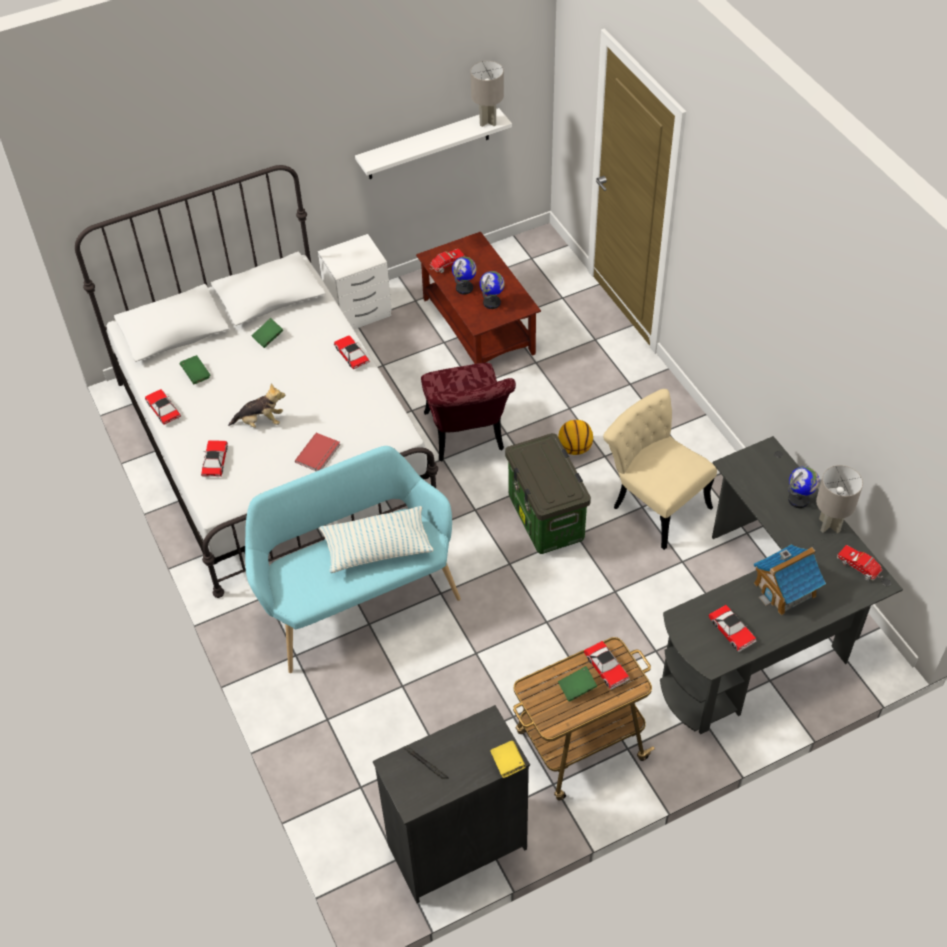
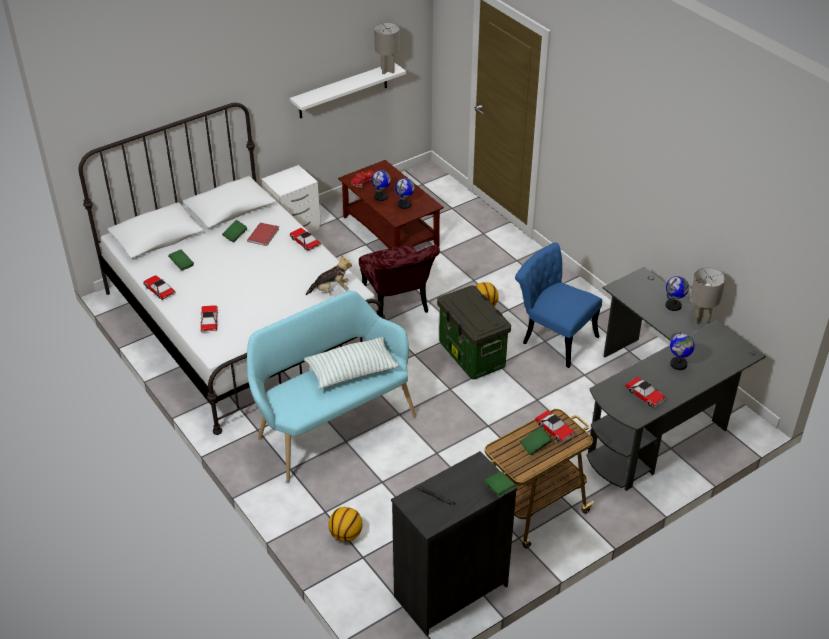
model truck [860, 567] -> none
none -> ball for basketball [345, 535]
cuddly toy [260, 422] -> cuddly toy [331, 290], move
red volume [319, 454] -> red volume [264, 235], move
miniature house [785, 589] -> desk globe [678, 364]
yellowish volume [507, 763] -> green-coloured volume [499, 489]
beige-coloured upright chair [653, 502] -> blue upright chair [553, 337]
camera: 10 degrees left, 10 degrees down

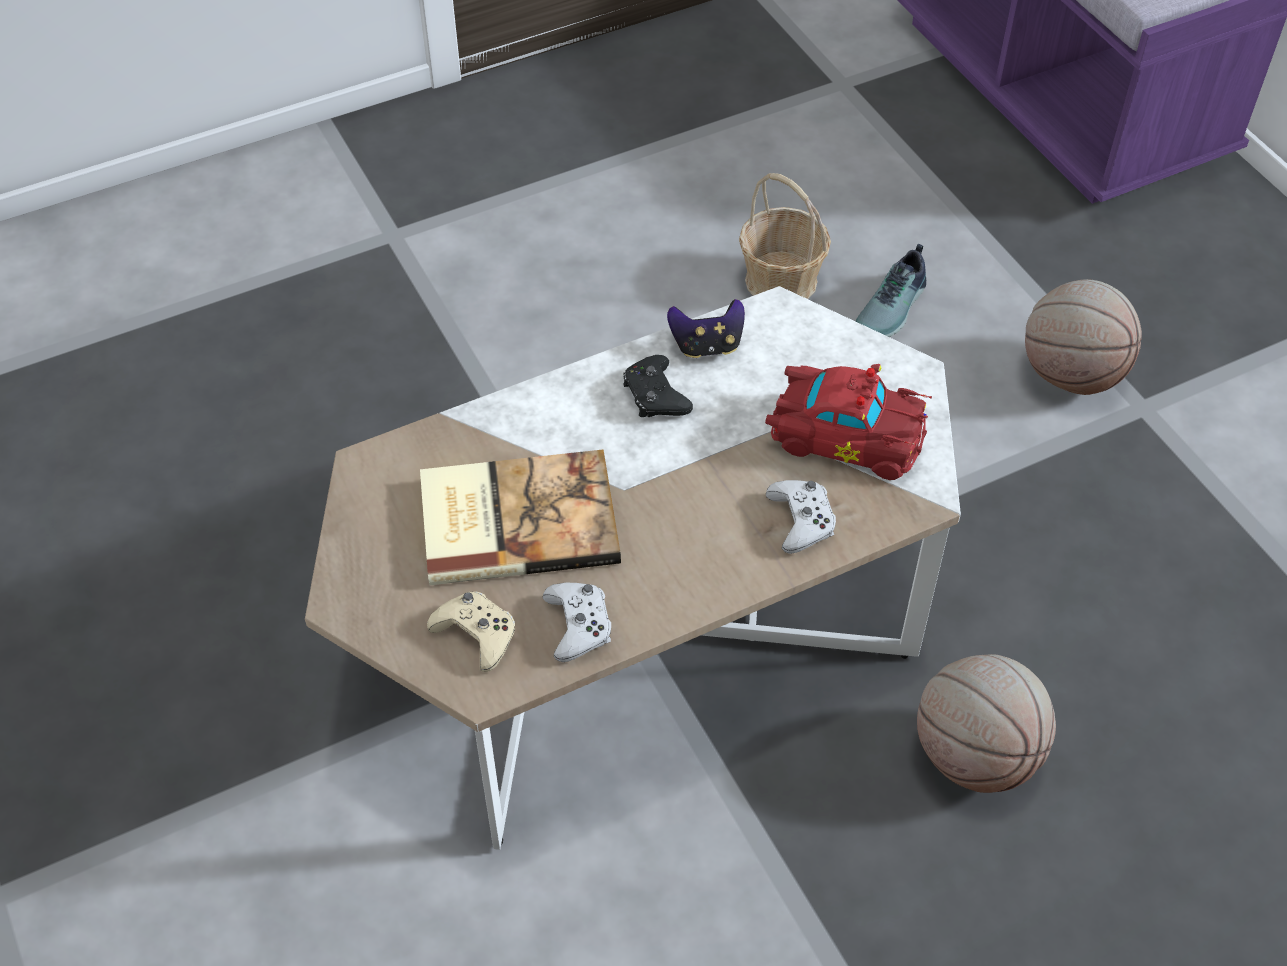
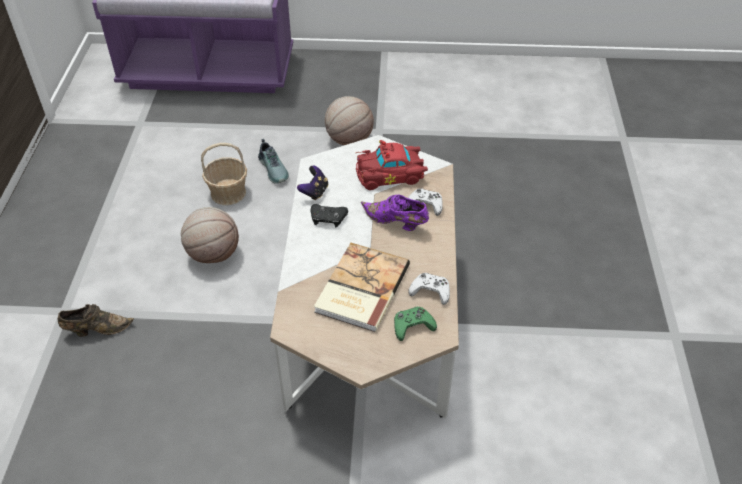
none -> brownish low shoe [96, 329]
none -> purple-coloured low shoe [396, 223]
ball for basketball [975, 755] -> ball for basketball [213, 254], move
beige-coloured game controller [476, 634] -> green-coloured game controller [412, 326]
red miniature car [843, 433] -> red miniature car [391, 175], 150 degrees counterclockwise
camera: 60 degrees left, 5 degrees down

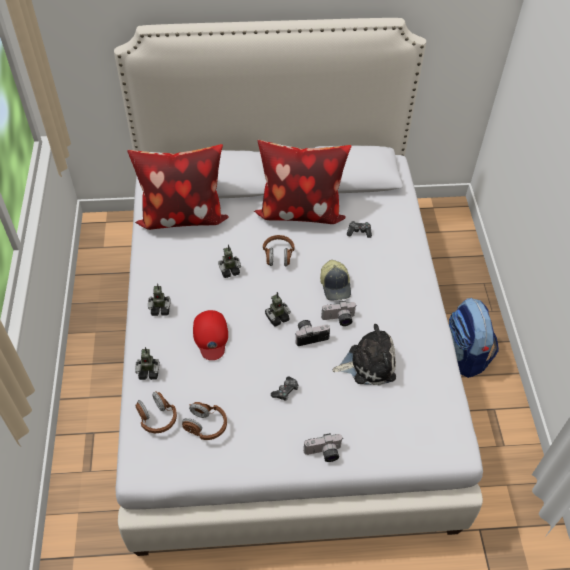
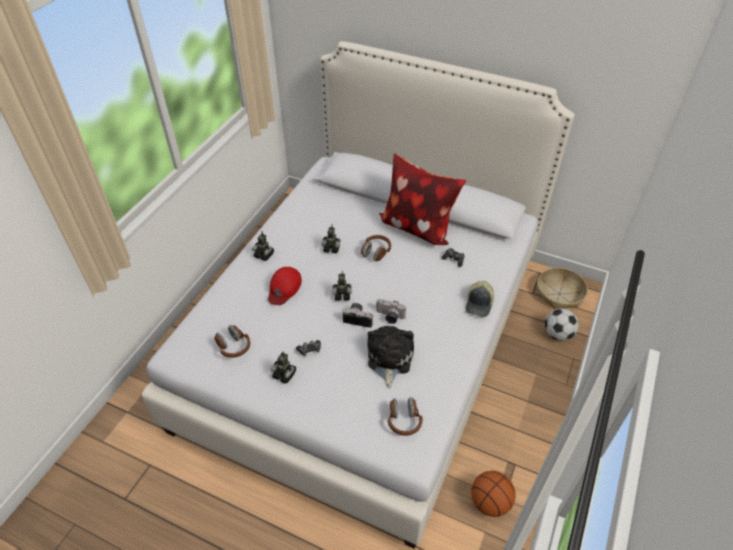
pillow [182, 215] -> none
still camera [323, 453] -> none
knapsack [464, 355] -> none
none -> ball for basketball [490, 502]
none -> basket [559, 294]
none -> football [558, 334]
model robot [149, 371] -> model robot [284, 374], move
brownish headset [157, 418] -> brownish headset [404, 421], move
baseball cap [336, 285] -> baseball cap [479, 303], move
cuddly toy [368, 363] -> cuddly toy [389, 359], 105 degrees counterclockwise
camera: 30 degrees right, 5 degrees down

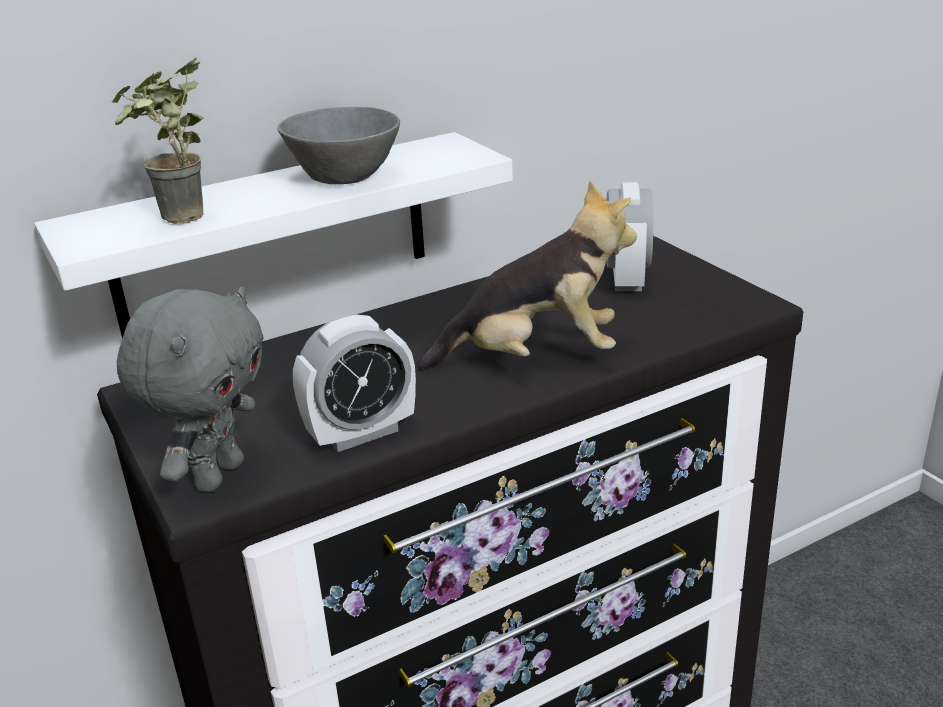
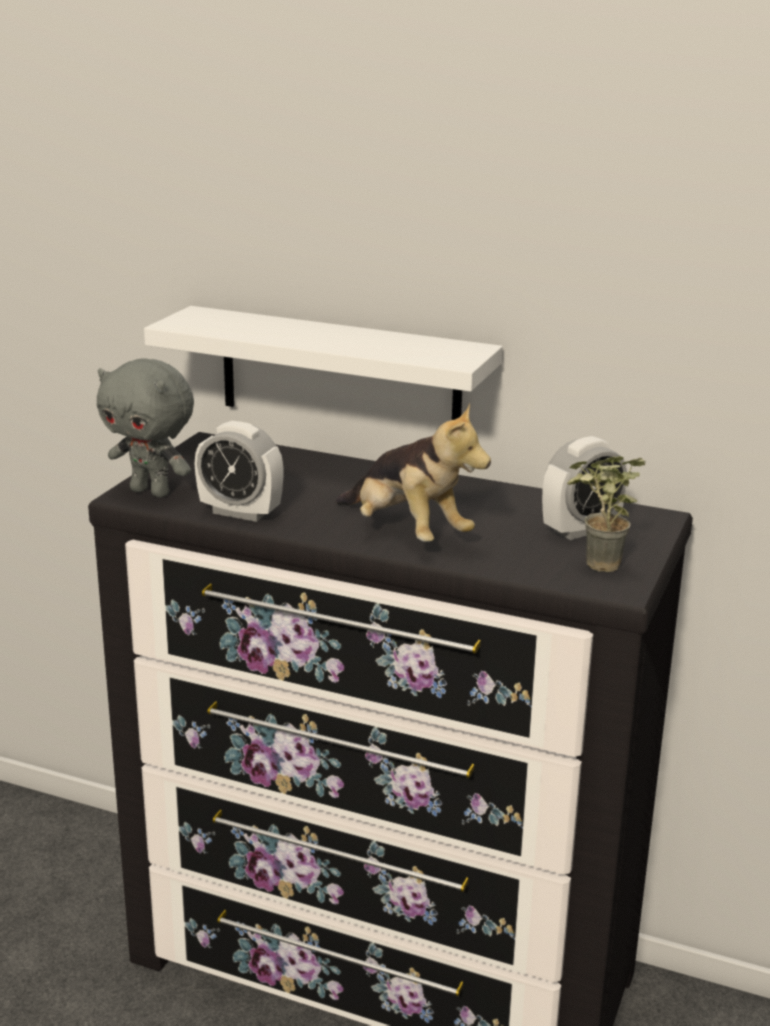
greyish bowl [346, 178] -> none
houseplant [179, 222] -> houseplant [595, 568], move
greyish cuddly toy [217, 475] -> greyish cuddly toy [152, 492], 45 degrees clockwise
camera: 50 degrees right, 5 degrees down

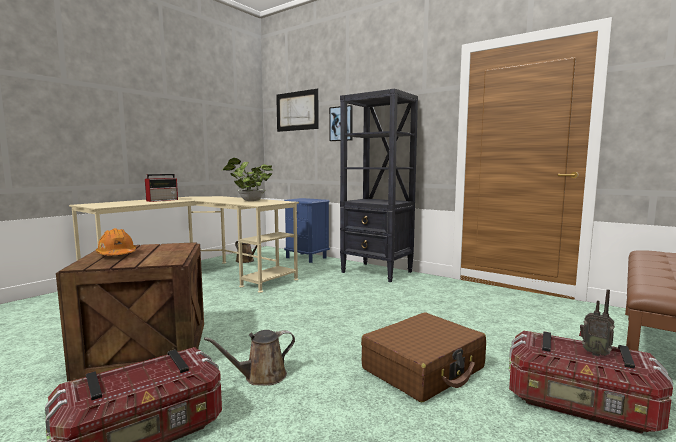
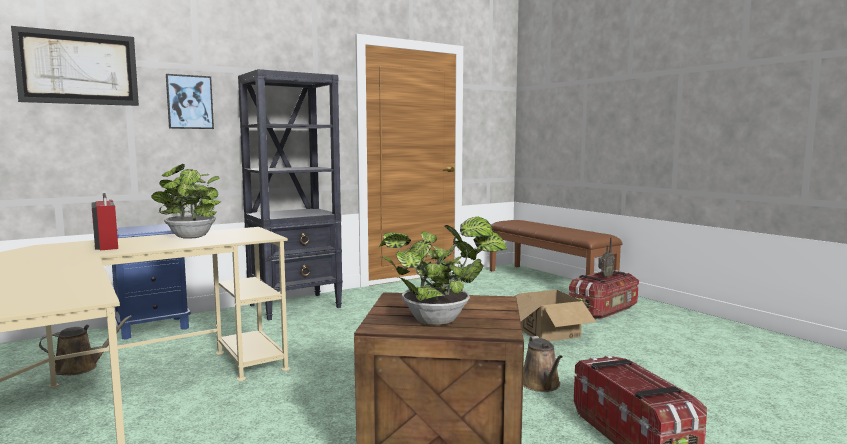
radio [163, 200] -> radio [107, 245], move
orangey safety helmet [117, 255] -> houseplant [441, 321]
brownish travel case [424, 368] -> carton [548, 332]
camera: 70 degrees left, 0 degrees up

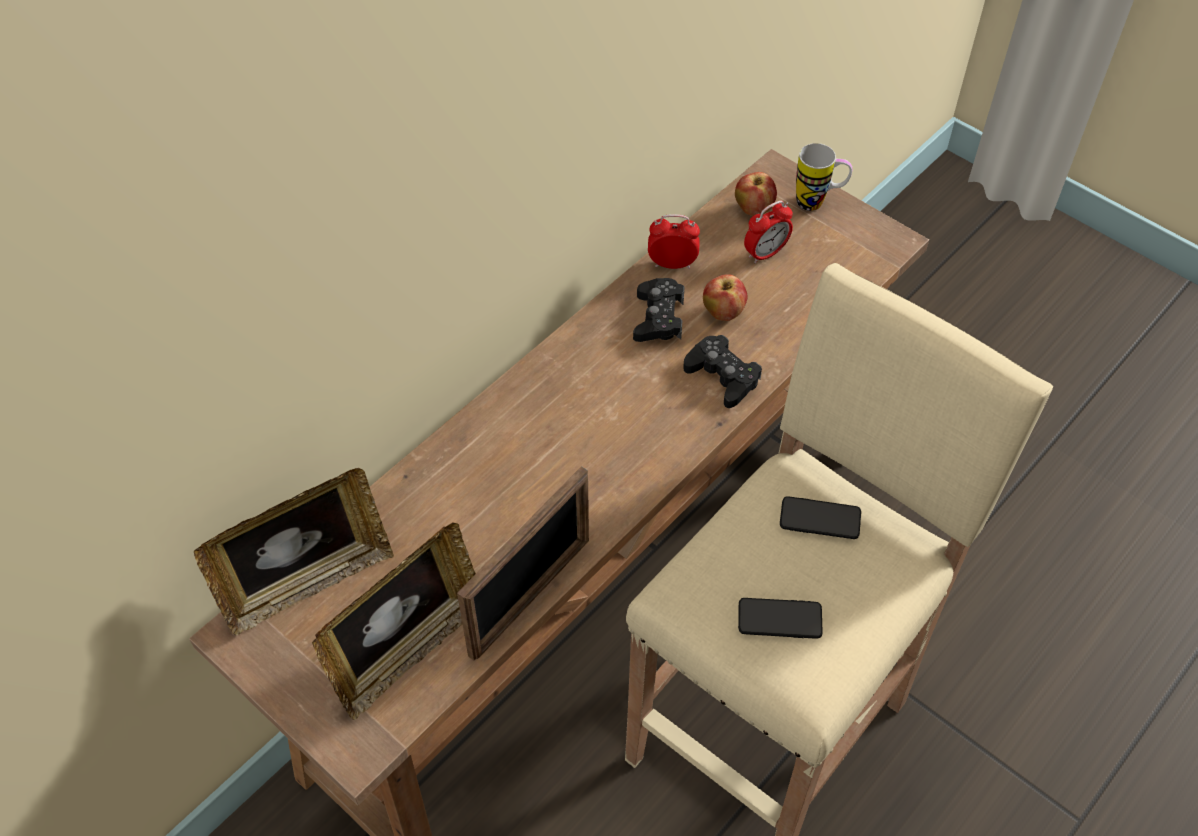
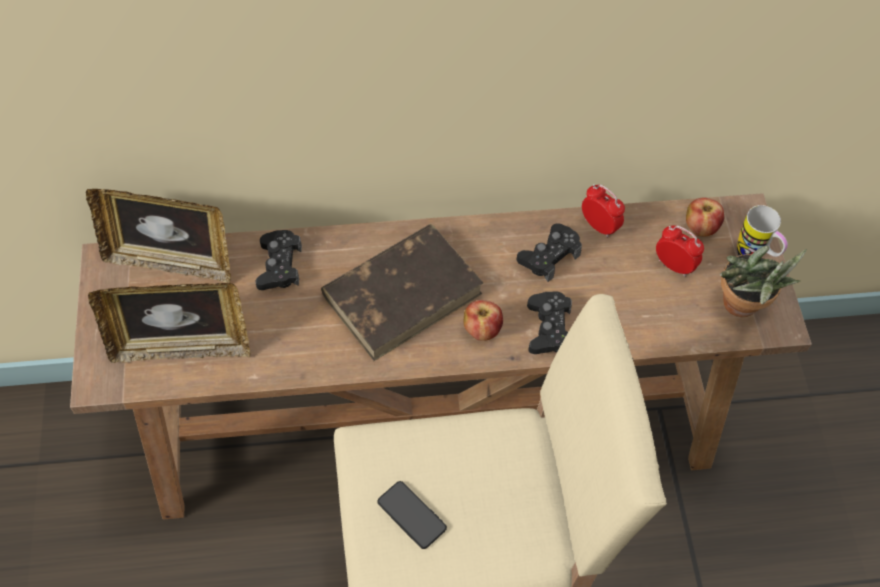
picture frame [531, 596] -> none
telephone [820, 519] -> none
none -> black-coloured game controller [279, 265]
none -> brownish volume [403, 293]
none -> houseplant [742, 308]
apple [723, 312] -> apple [482, 330], move
bedside clock [765, 253] -> bedside clock [673, 265], 150 degrees counterclockwise
camera: 40 degrees right, 5 degrees up

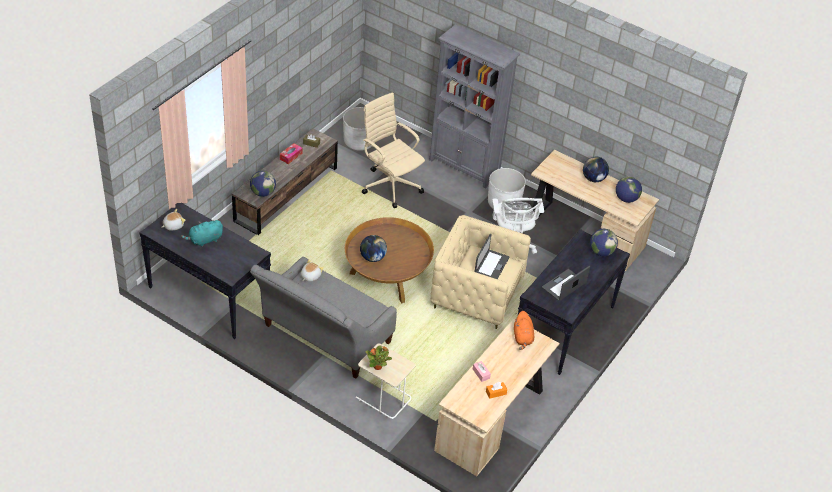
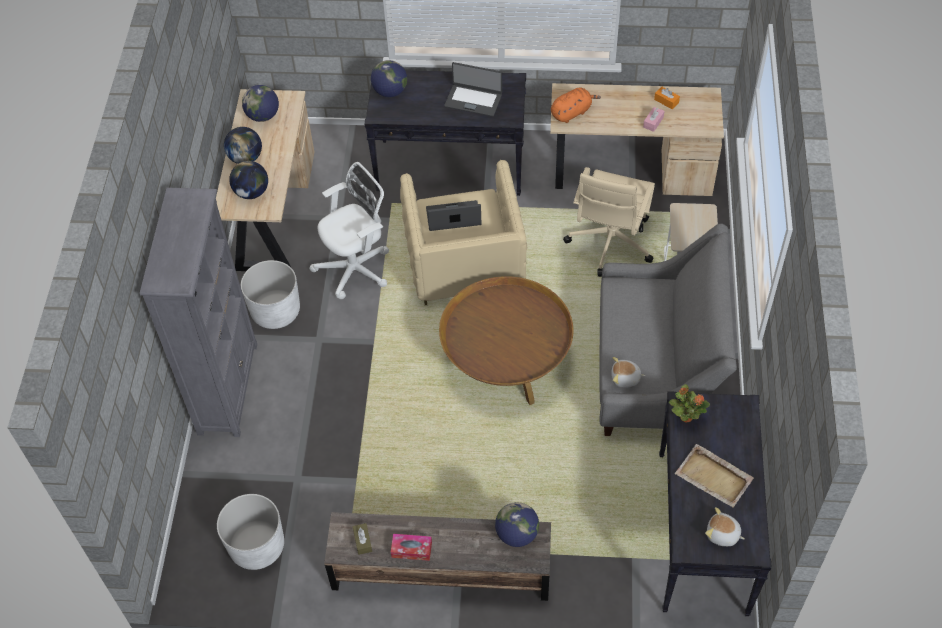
desk globe [372, 258] -> desk globe [252, 192], move
beige-coloured office chair [390, 185] -> beige-coloured office chair [609, 244], move
houseplant [378, 366] -> houseplant [686, 416], move
turquoise-coloured cuddly toy [204, 240] -> beige-coloured serving tray [714, 477]
camera: 115 degrees left, 10 degrees up

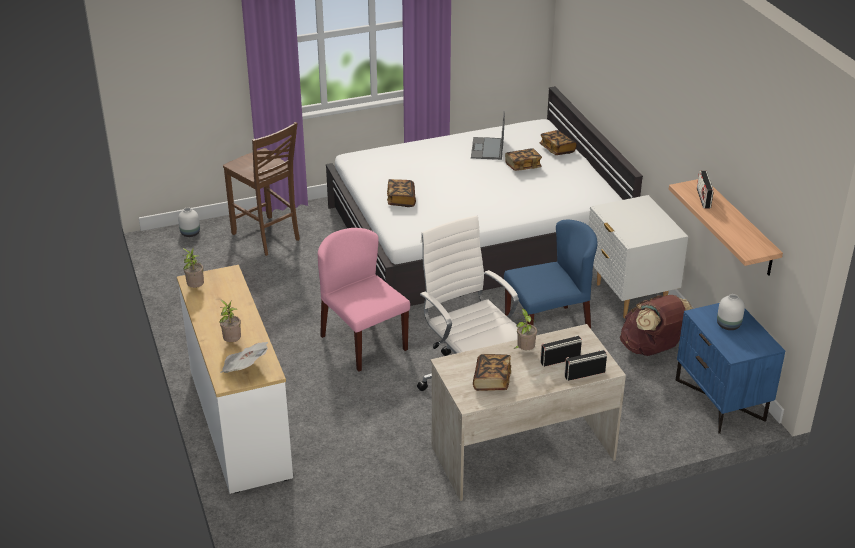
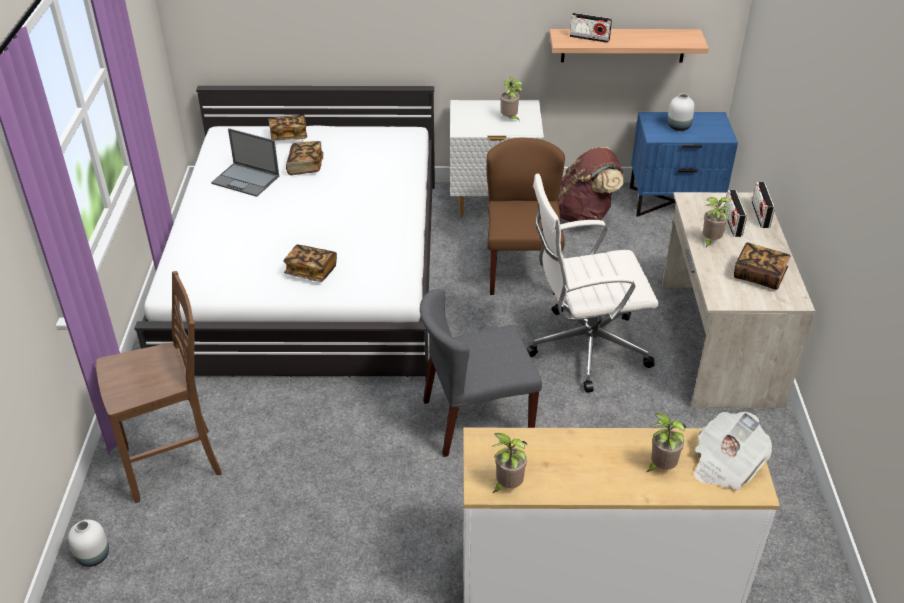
none -> houseplant [510, 119]
pink-coloured upright chair [363, 342] -> greyish upright chair [476, 419]
blue upright chair [548, 329] -> brownish upright chair [521, 269]
camera: 70 degrees left, 5 degrees up

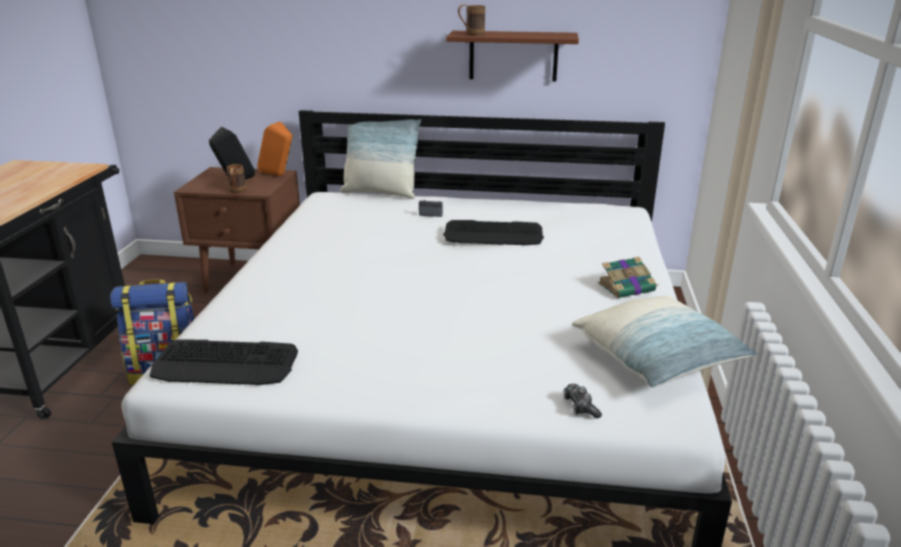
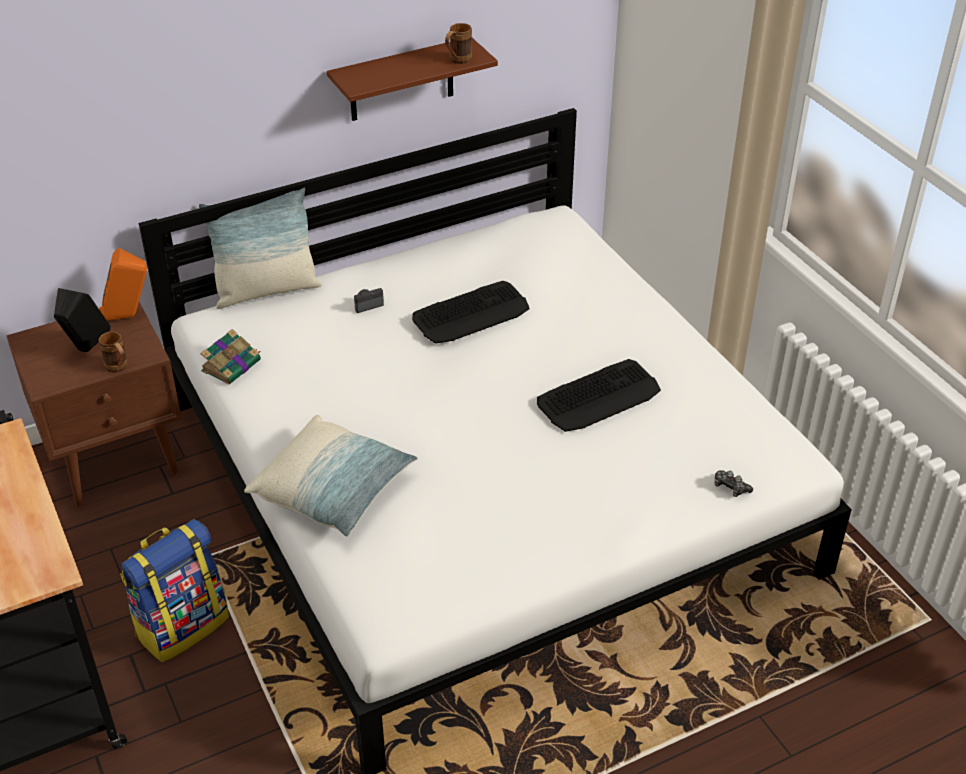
keyboard [226, 364] -> keyboard [599, 397], move
brownish mug [471, 35] -> brownish mug [457, 61], move
pillow [658, 359] -> pillow [333, 490], move
volume [627, 287] -> volume [232, 365], move
camera: 35 degrees left, 15 degrees up

